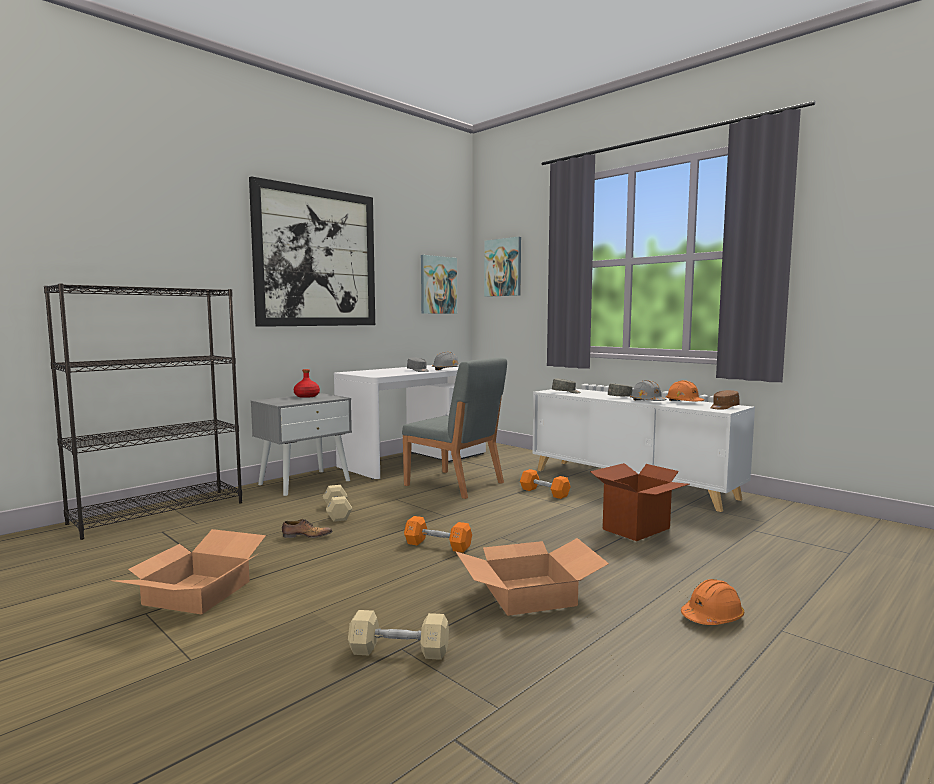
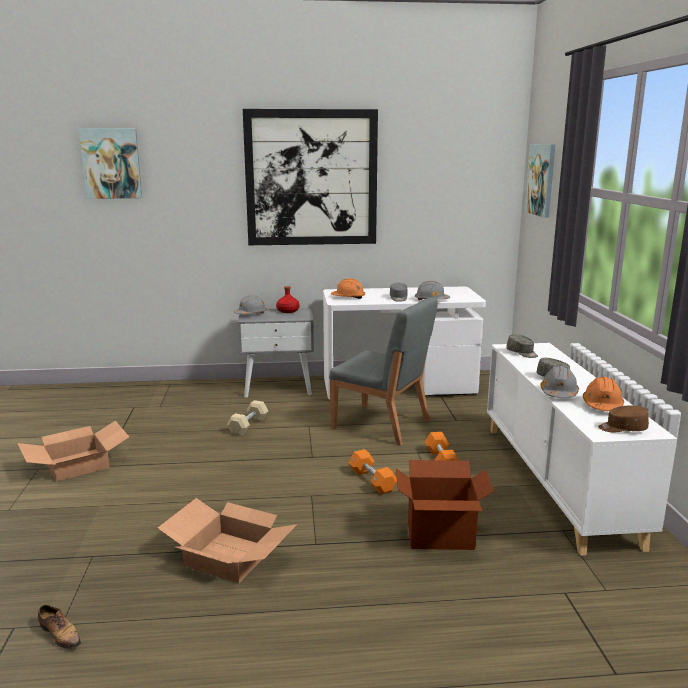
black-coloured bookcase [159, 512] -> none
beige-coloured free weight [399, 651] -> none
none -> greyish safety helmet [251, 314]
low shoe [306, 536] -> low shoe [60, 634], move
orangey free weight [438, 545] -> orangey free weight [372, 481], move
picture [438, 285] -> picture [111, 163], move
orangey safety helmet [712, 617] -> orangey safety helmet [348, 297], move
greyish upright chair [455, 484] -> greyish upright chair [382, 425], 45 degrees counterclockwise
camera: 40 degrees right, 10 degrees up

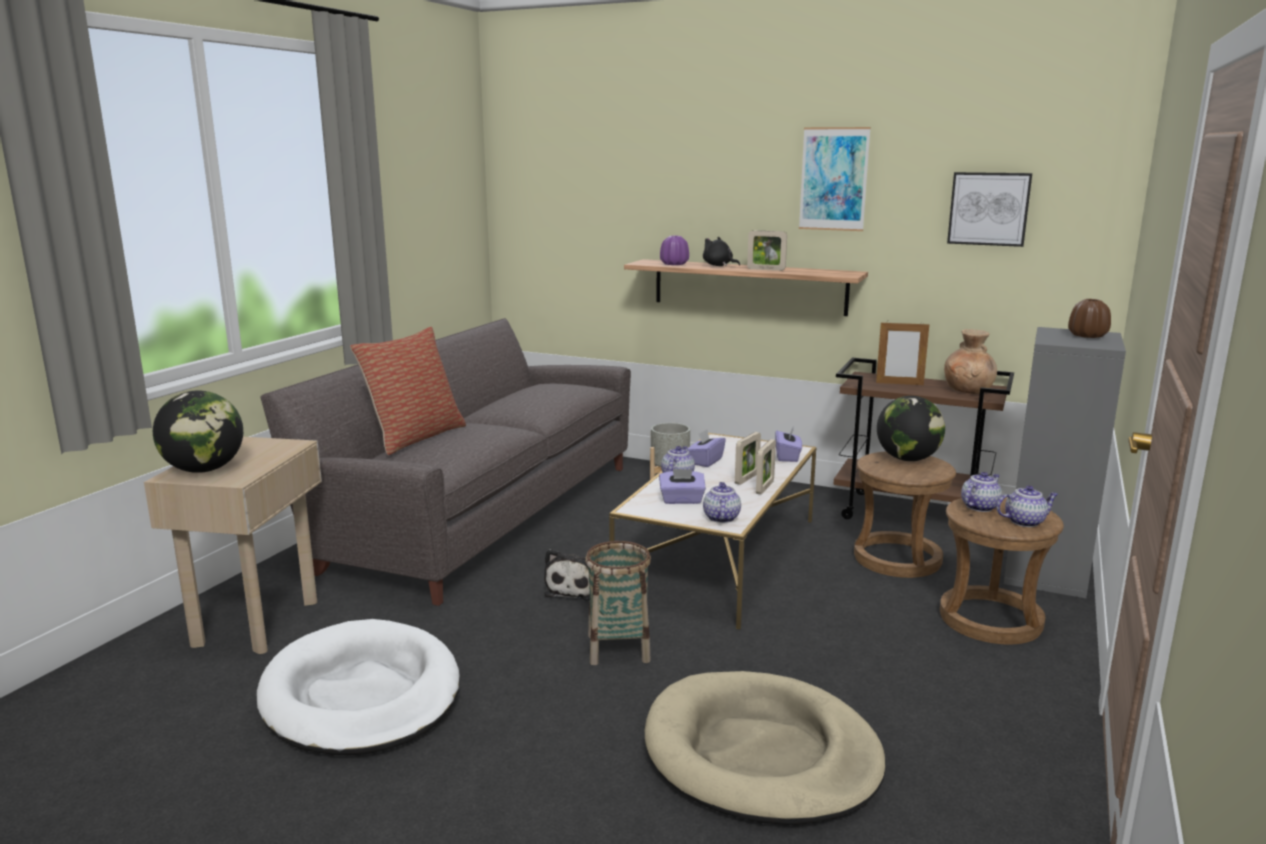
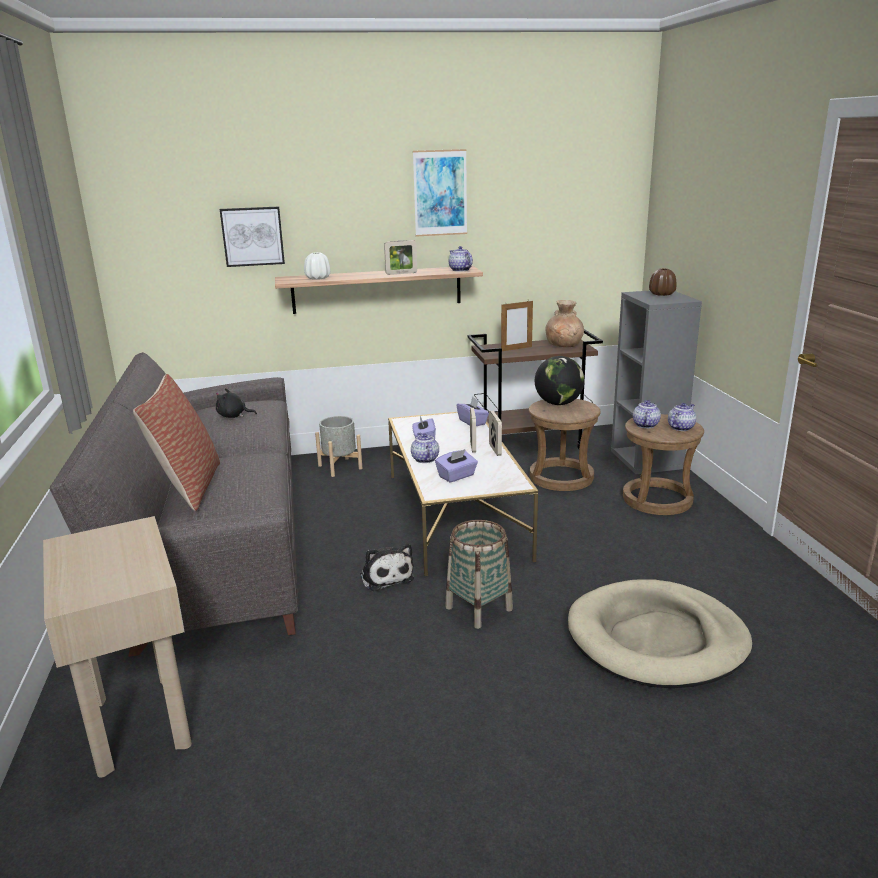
desk globe [204, 470] -> none
white dog cushion [361, 695] -> none
black-coloured cuddly toy [719, 266] -> black-coloured cuddly toy [233, 416], move
tea pot [721, 517] -> tea pot [460, 270], move
picture [989, 209] -> picture [252, 236], move
purple-coloured decorative vase [674, 264] -> white decorative vase [318, 278]
camera: 35 degrees left, 5 degrees up

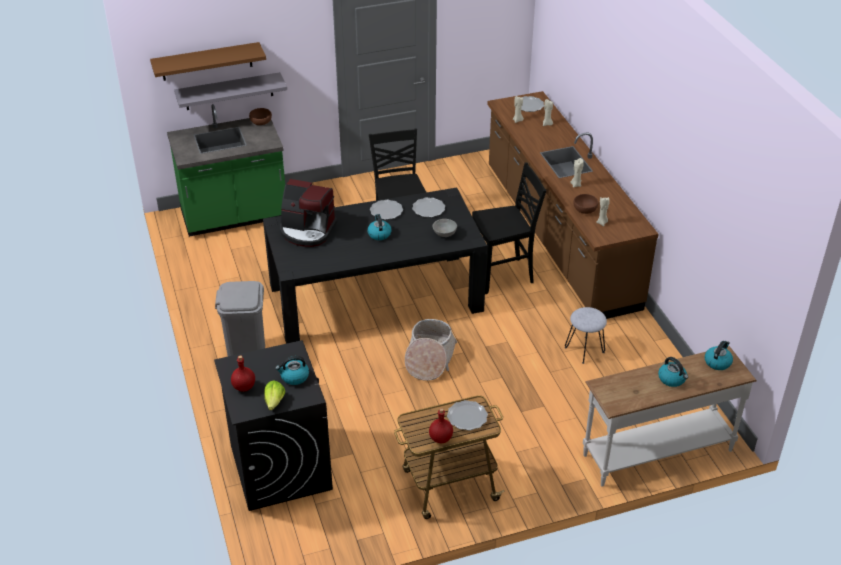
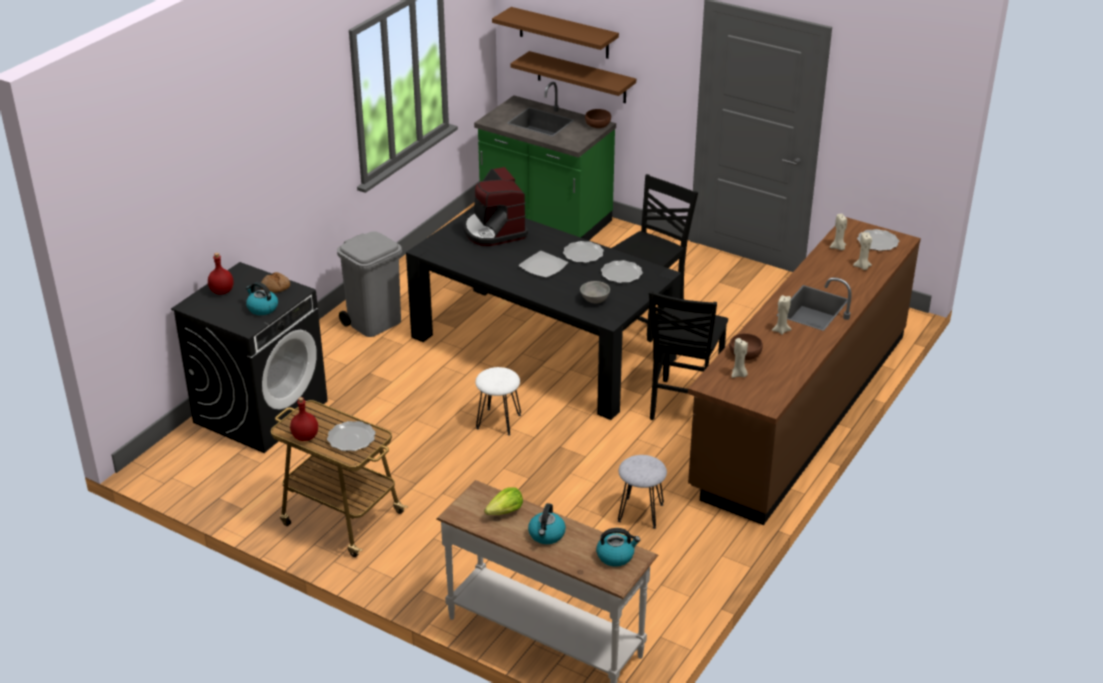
none -> bakery bread [275, 287]
lettuce head [274, 401] -> lettuce head [505, 512], move
tea kettle [379, 234] -> dinner plate [542, 267]
basket [429, 359] -> white sitting stool [498, 421]
greyish shelf [229, 91] -> brownish shelf [581, 77]
black-coloured upright chair [503, 275] -> black-coloured upright chair [683, 405], 75 degrees clockwise
camera: 50 degrees right, 5 degrees down

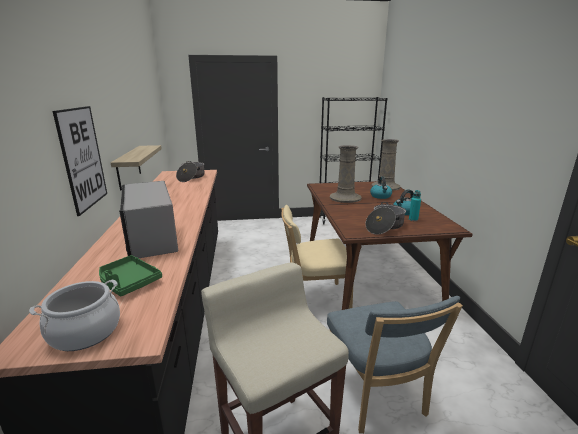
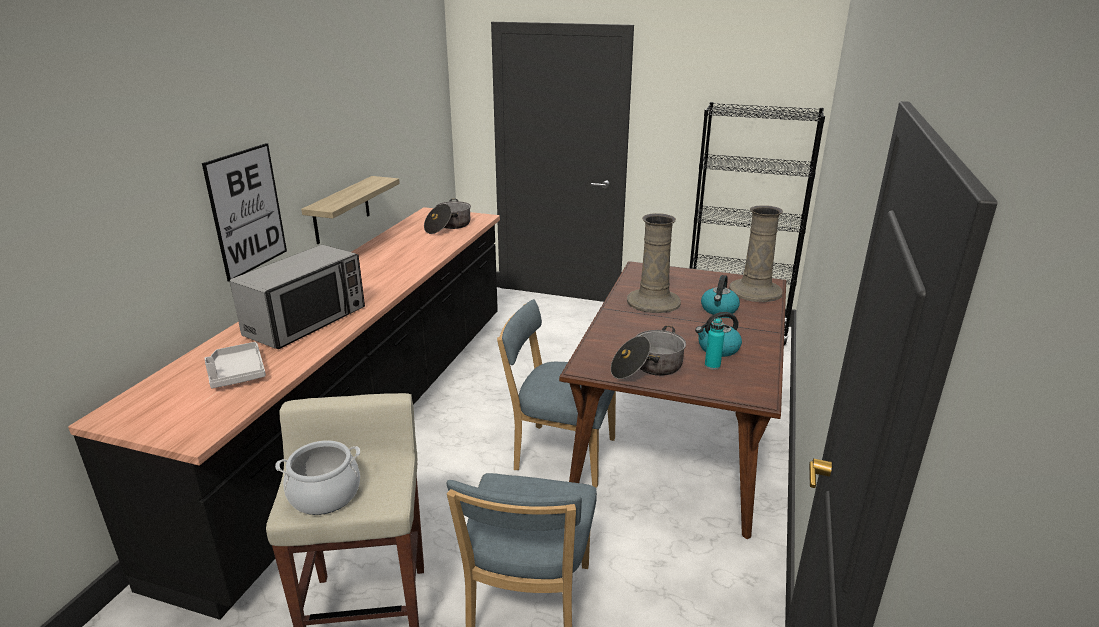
saucepot [85, 332] -> saucepot [325, 495], move
green-coloured serving tray [128, 282] -> greyish serving tray [237, 373]
beige-coloured upright chair [315, 299] -> blue upright chair [559, 453]
kitchen microwave [151, 238] -> kitchen microwave [307, 322], 150 degrees counterclockwise
camera: 25 degrees right, 5 degrees up

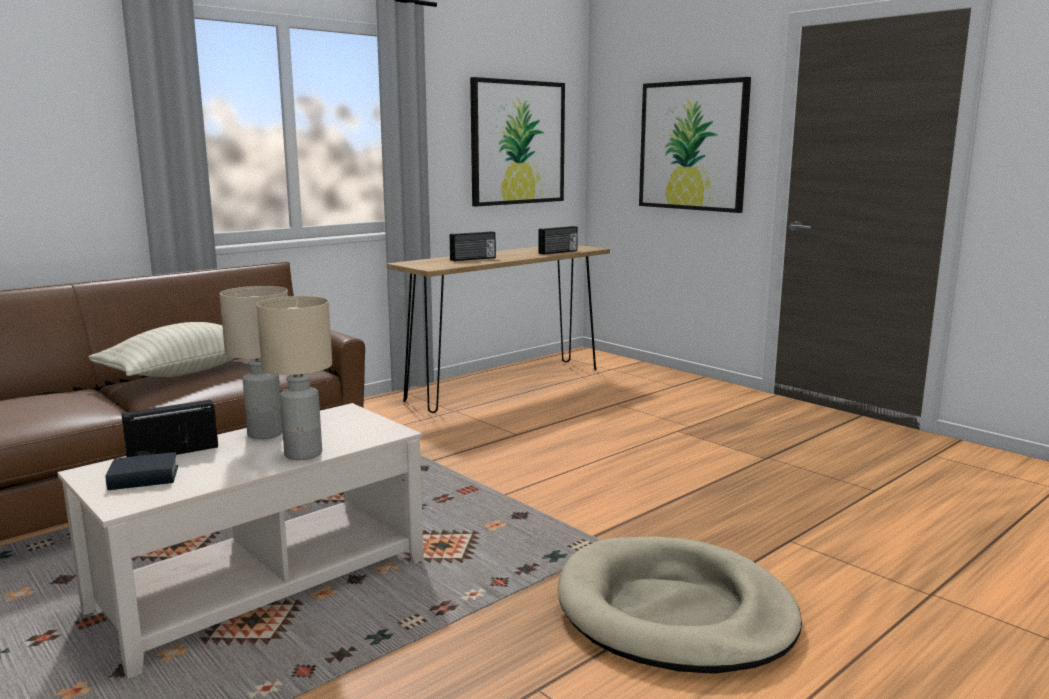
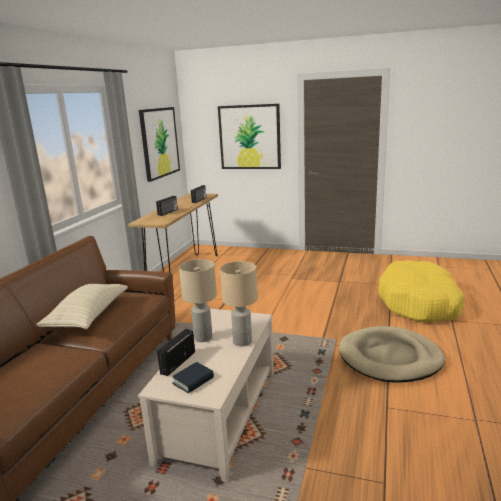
none -> yellowish dog cushion [420, 303]
camera: 30 degrees left, 5 degrees up

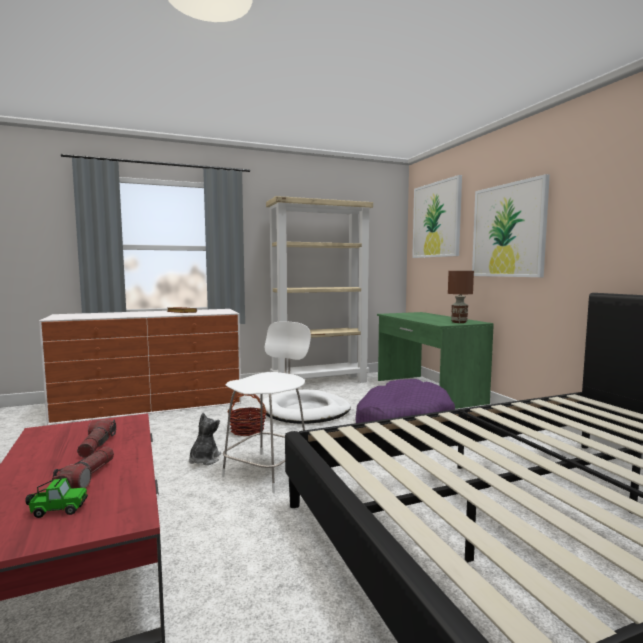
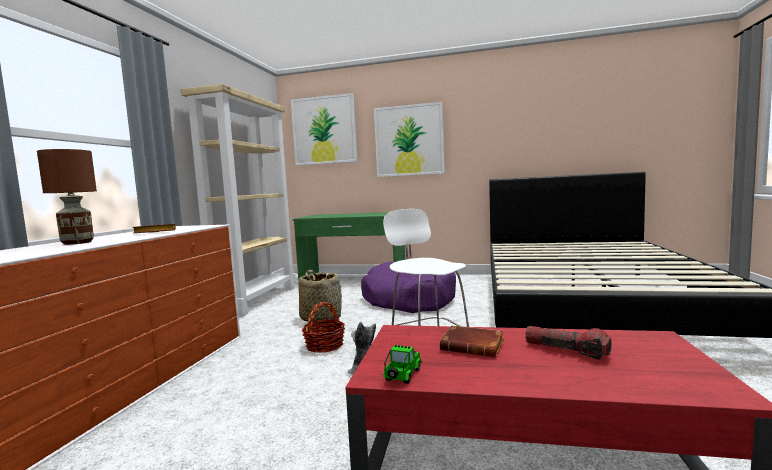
miniature car [56, 510] -> miniature car [402, 376], move
brownish table lamp [459, 322] -> brownish table lamp [78, 243], move
torch [96, 446] -> brownish volume [474, 346]
white dog cushion [306, 411] -> basket [321, 318]
camera: 55 degrees left, 0 degrees up

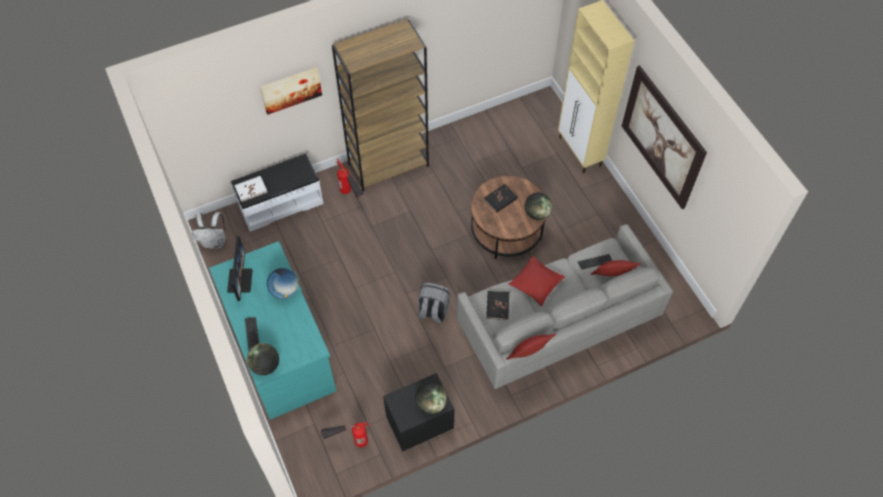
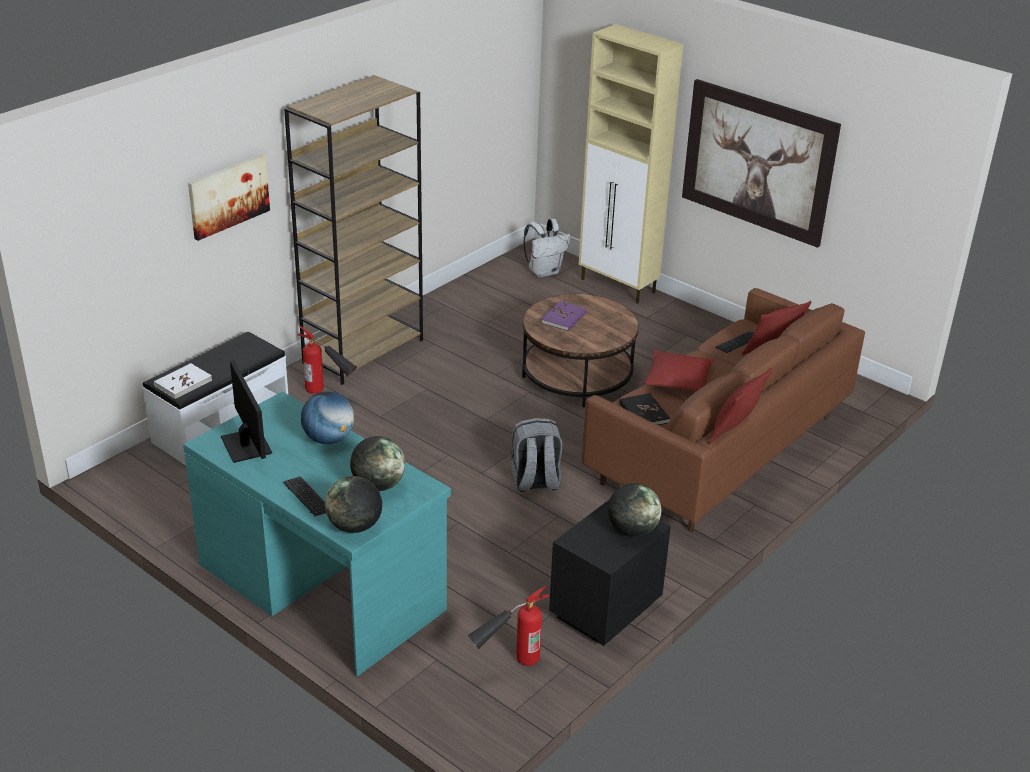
white knapsack [215, 242] -> white knapsack [544, 271], move
desk globe [537, 214] -> desk globe [378, 485], move
greyish sofa [556, 323] -> brownish sofa [717, 450]
black-coloured volume [500, 199] -> purple-coloured volume [564, 318]
camera: 25 degrees left, 25 degrees down

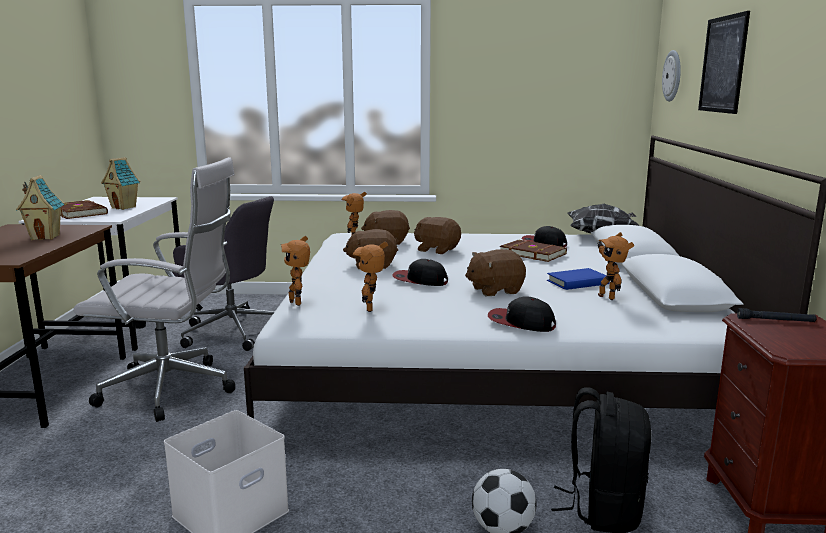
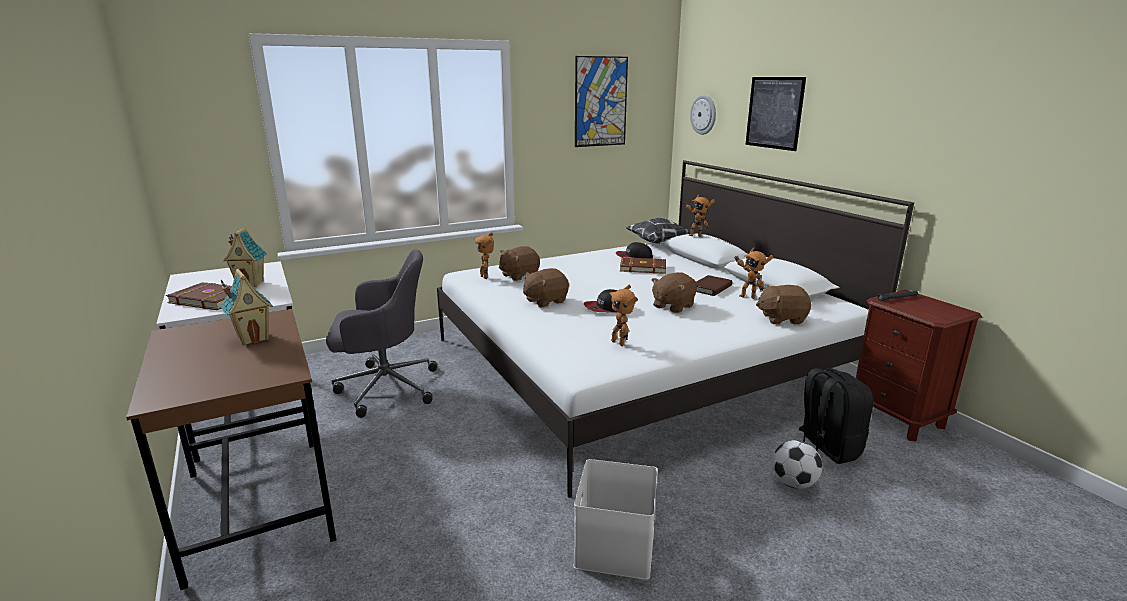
white office chair [174, 390] -> none
baseball cap [521, 323] -> none
none -> picture [600, 102]
model robot [297, 302] -> model robot [695, 235], move
brownish cuddly toy [437, 250] -> brownish cuddly toy [781, 319], move
blue volume [577, 282] -> brownish volume [711, 288]
camera: 30 degrees left, 5 degrees up

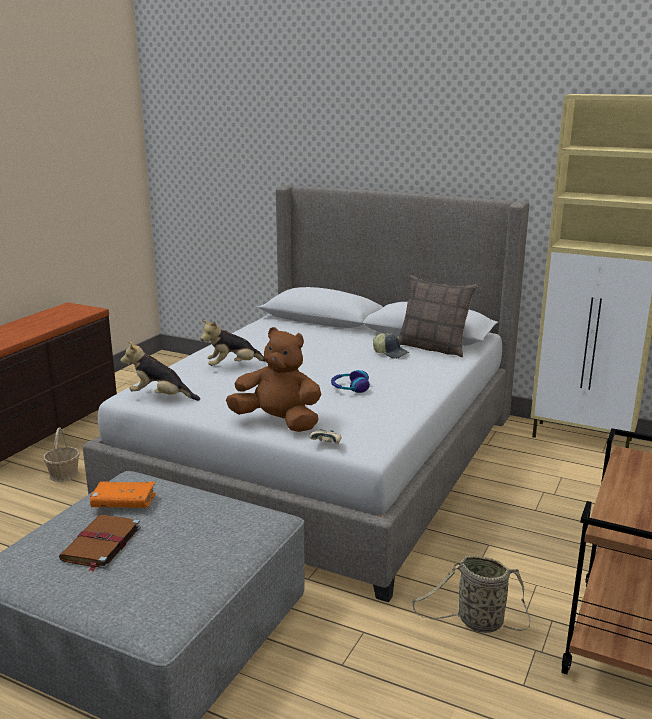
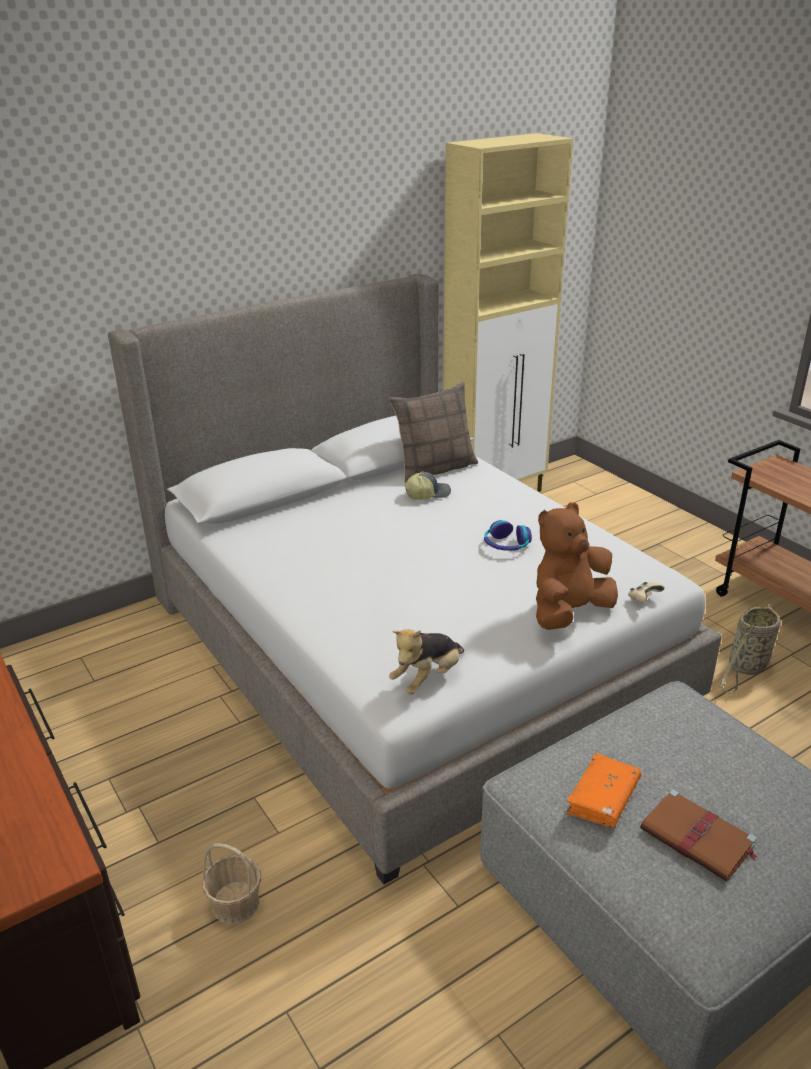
cuddly toy [233, 366] -> none
camera: 60 degrees left, 10 degrees up

